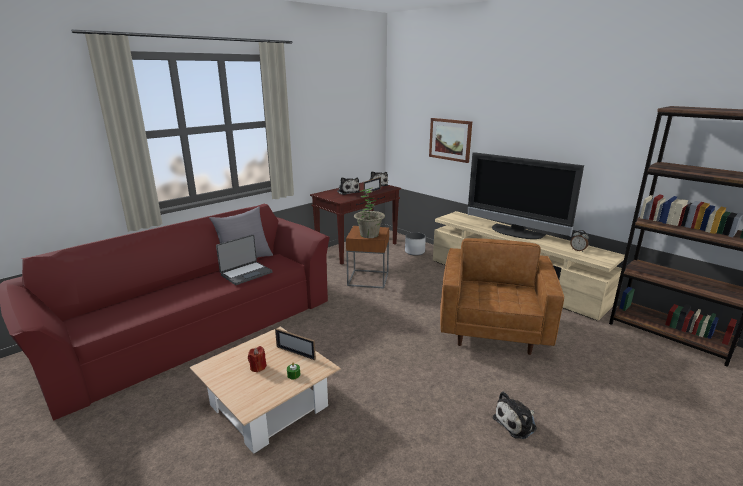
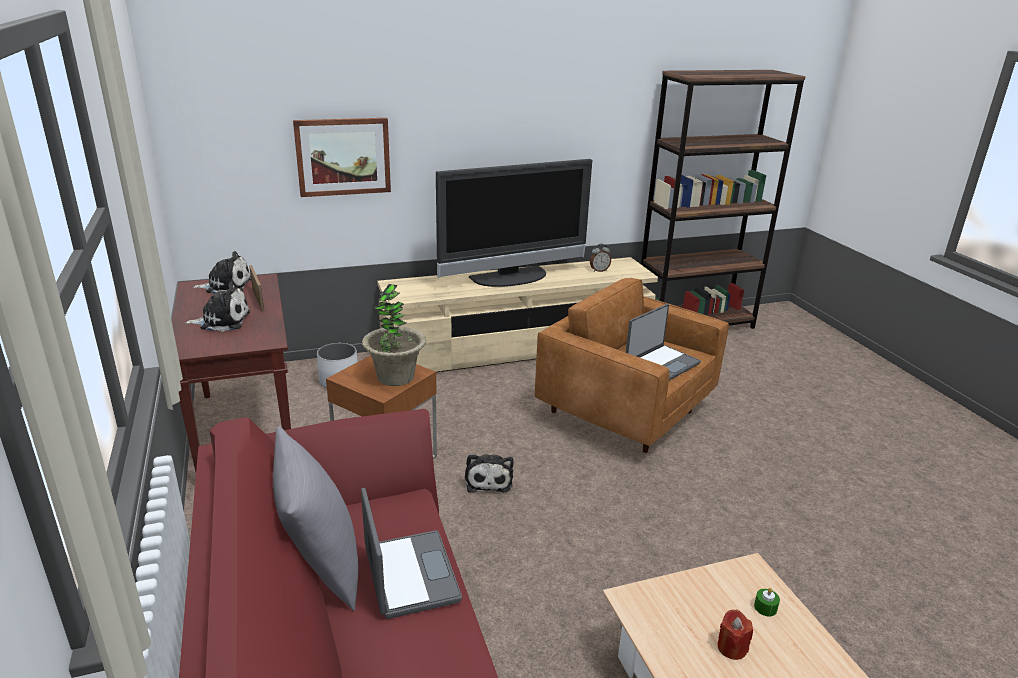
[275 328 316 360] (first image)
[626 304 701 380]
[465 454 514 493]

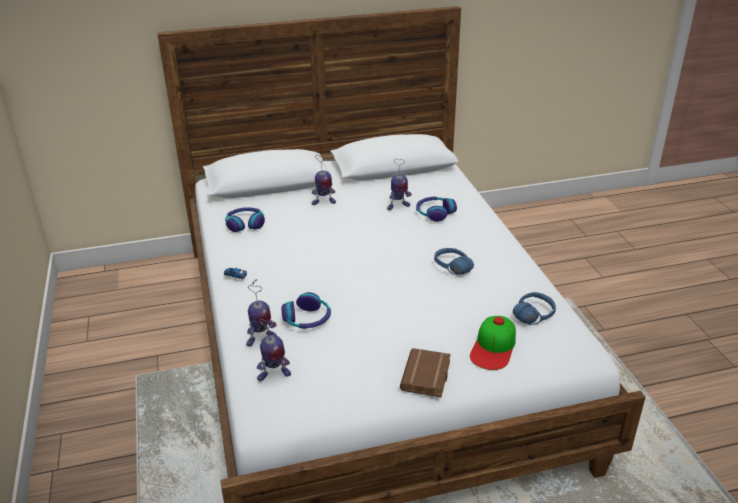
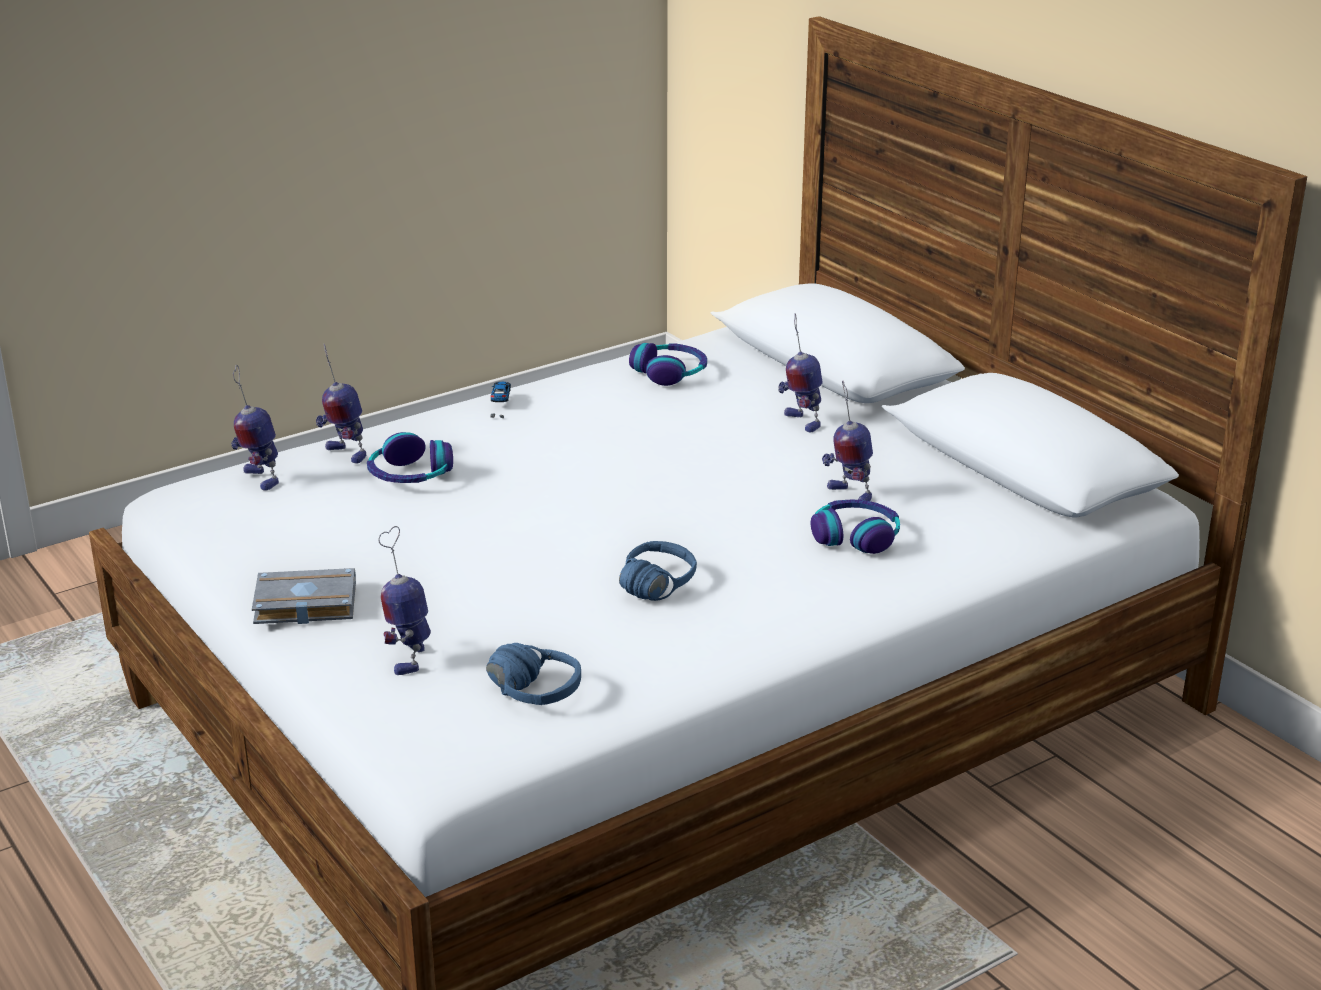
[378 526 431 675]
[252 568 356 624]

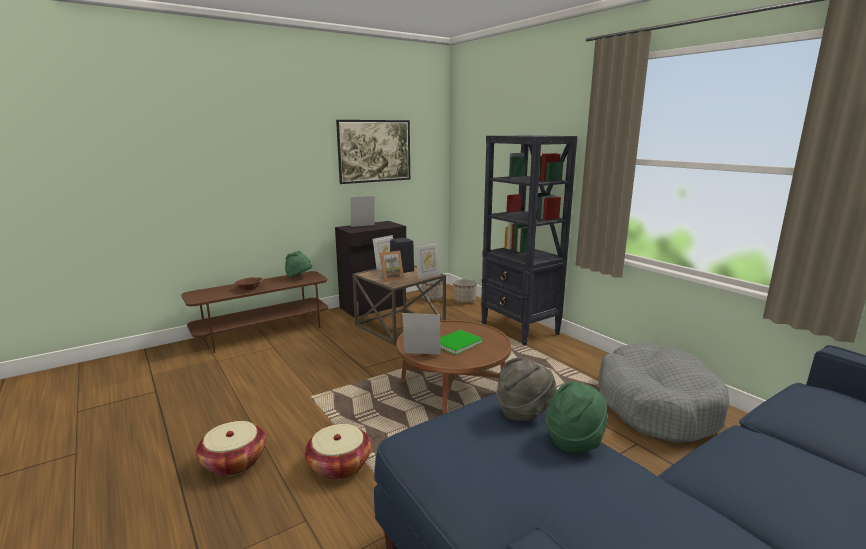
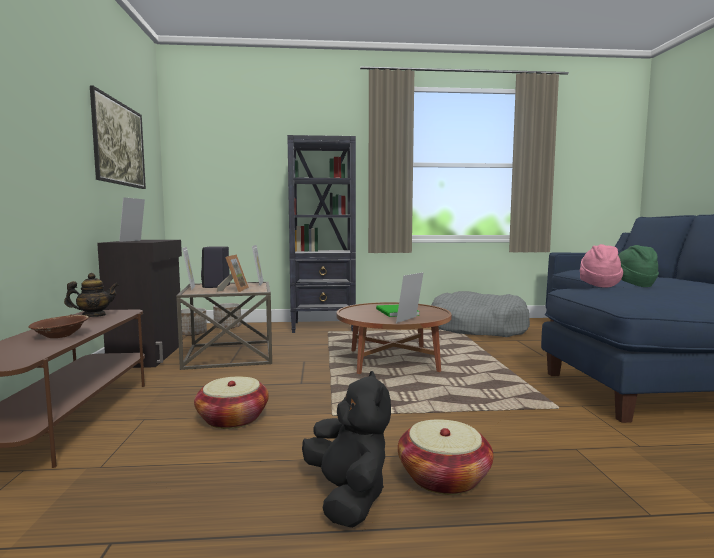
[302 371 391 528]
[194 377 269 429]
[64 273 119 317]
[580 244 623 288]

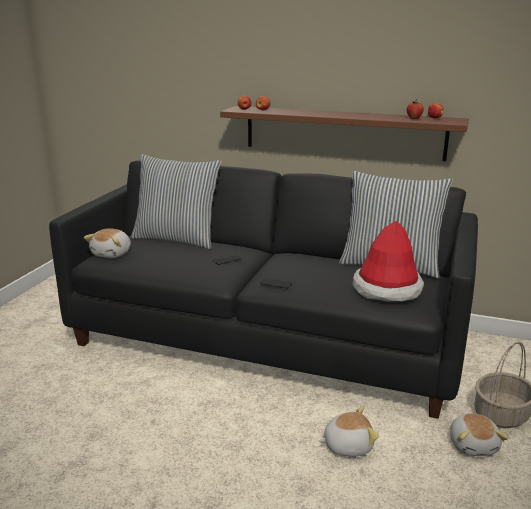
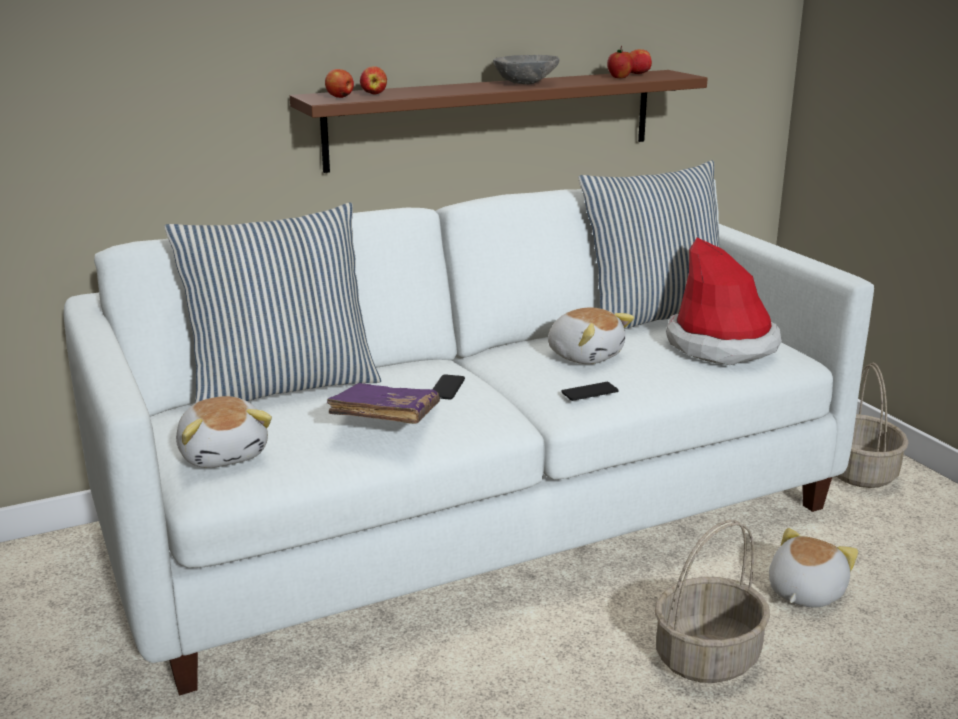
[327 383 440 424]
[493 55 560 84]
[655 520 770 683]
[548 307 634 364]
[64 179 874 696]

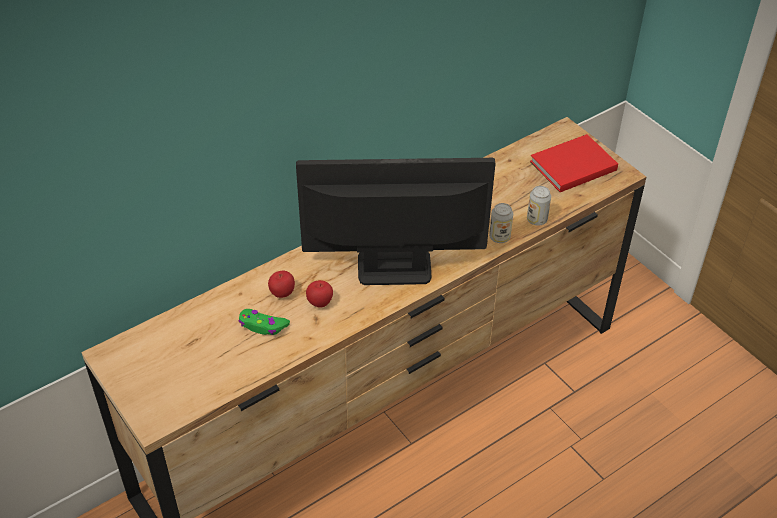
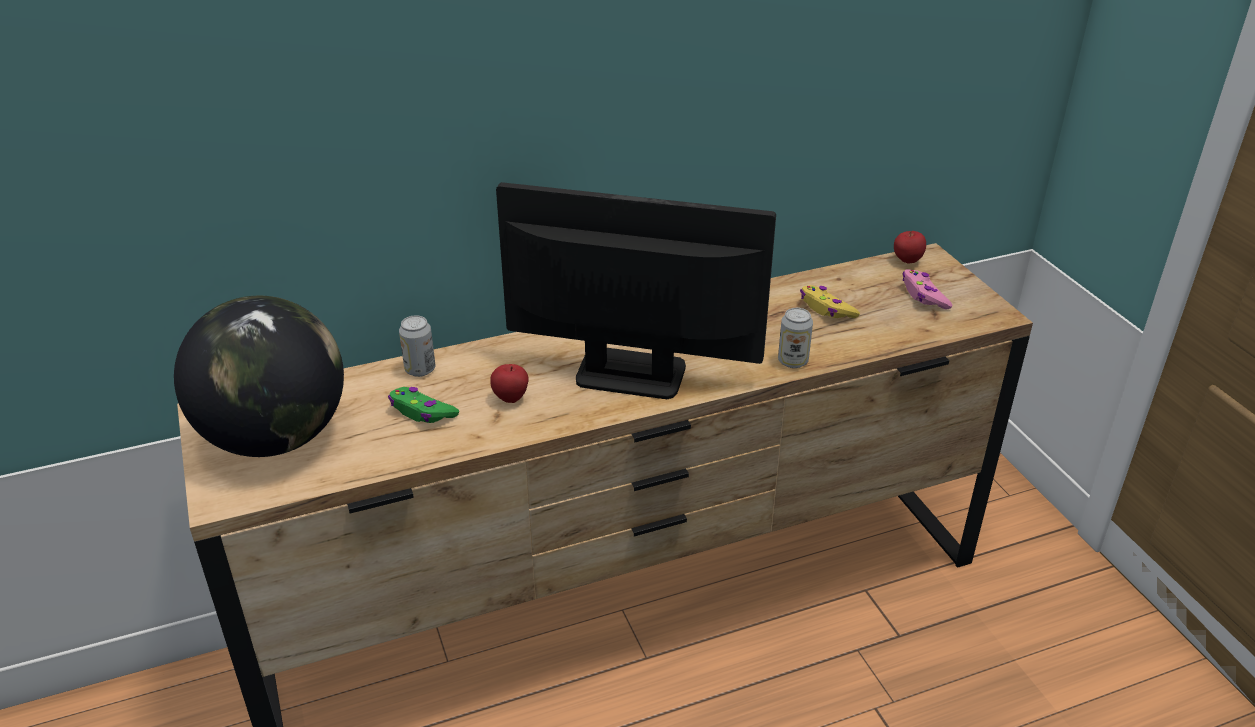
[174 296 344 457]
[800 285 860 318]
[894 231 926 264]
[399 315 435 377]
[902 269 952 310]

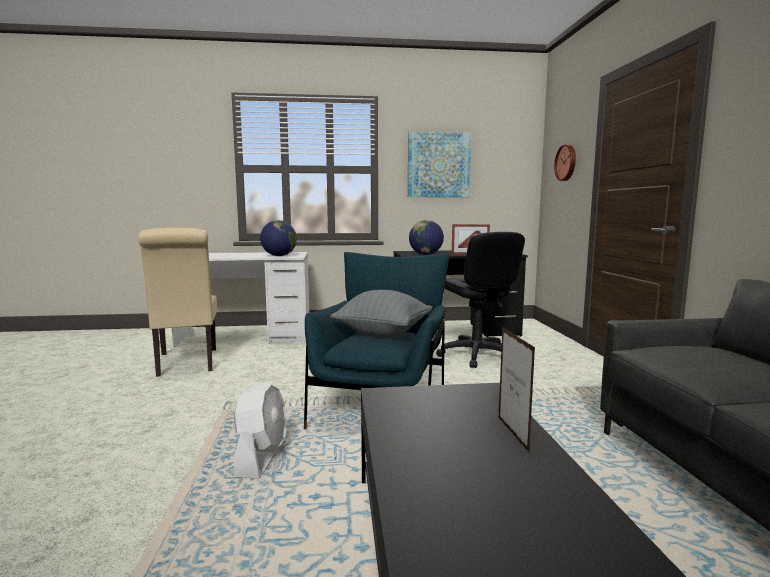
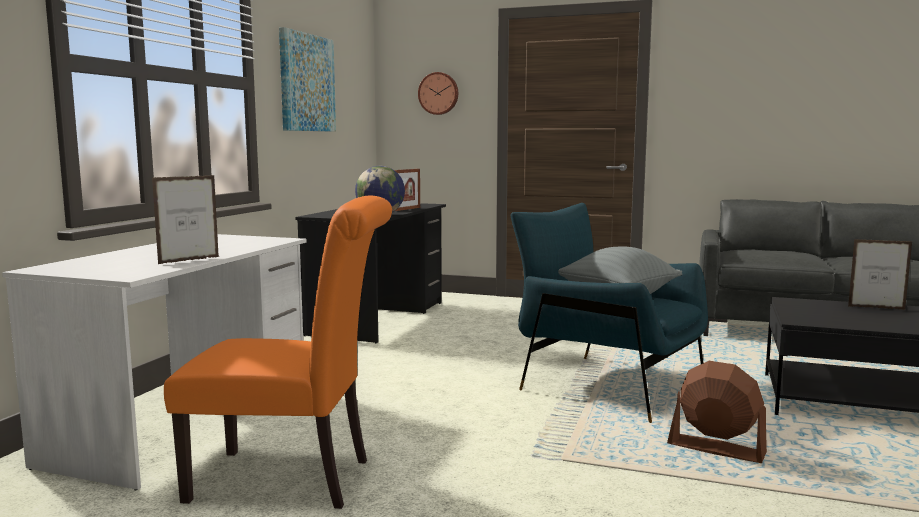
[260 220 297 256] (first image)
[436 232 525 368] (first image)
[152 175 219 264]
[164 196 392 509]
[667 361 767 463]

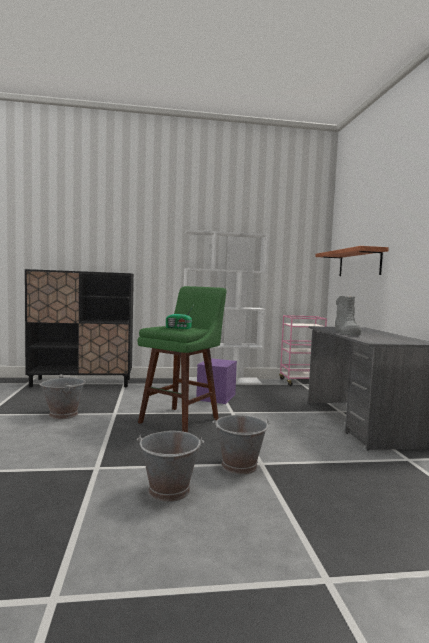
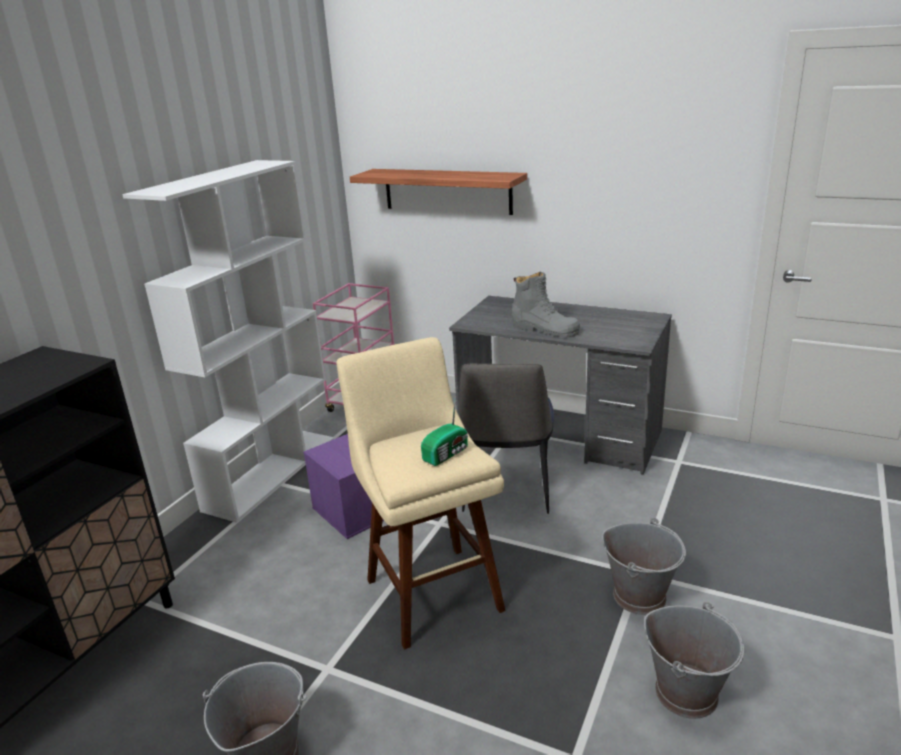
[458 363 554 514]
[336 337 506 650]

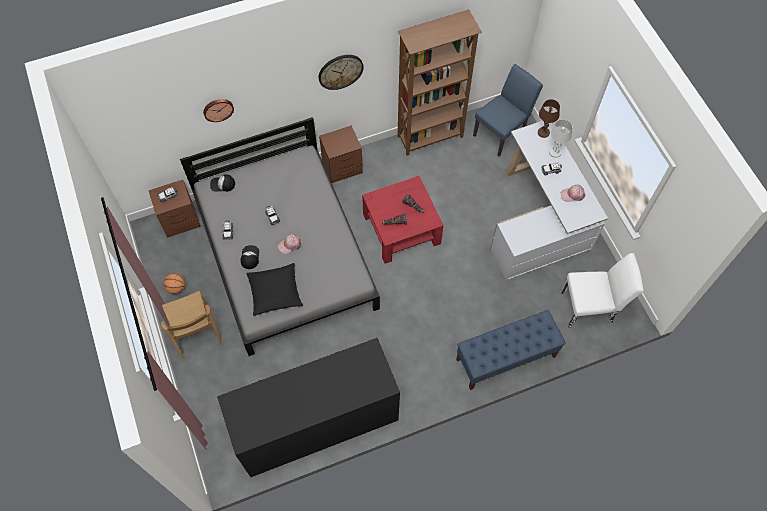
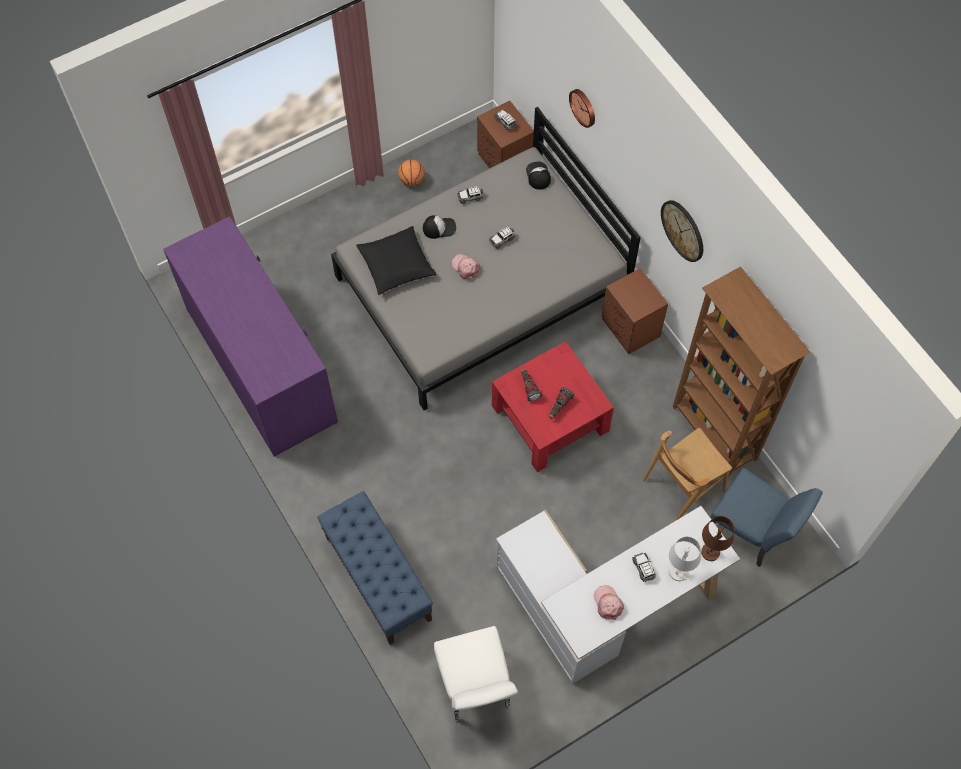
[643 428 732 521]
[163 216 338 457]

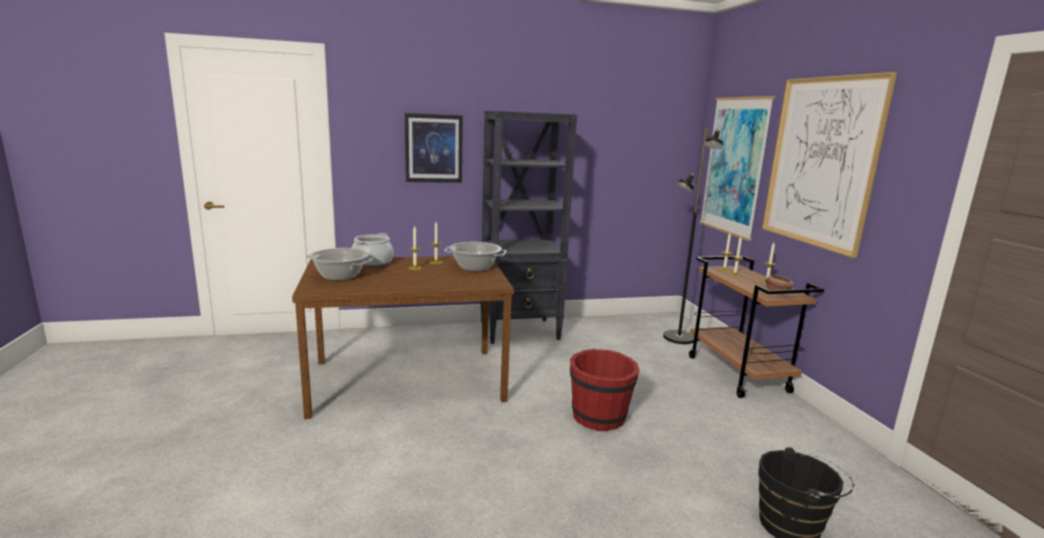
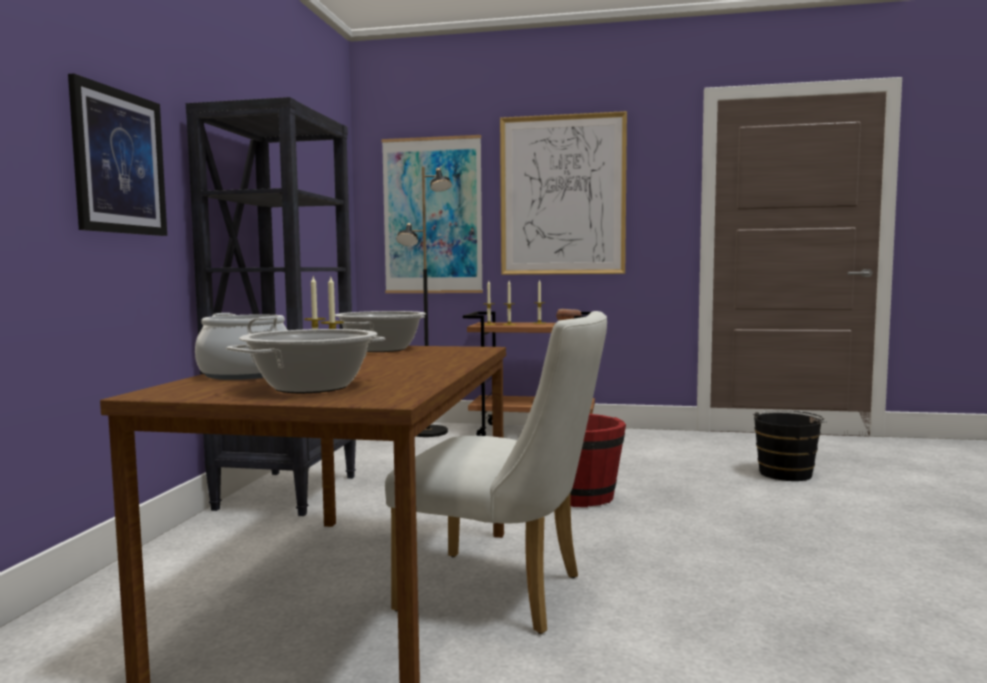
[385 311 607 634]

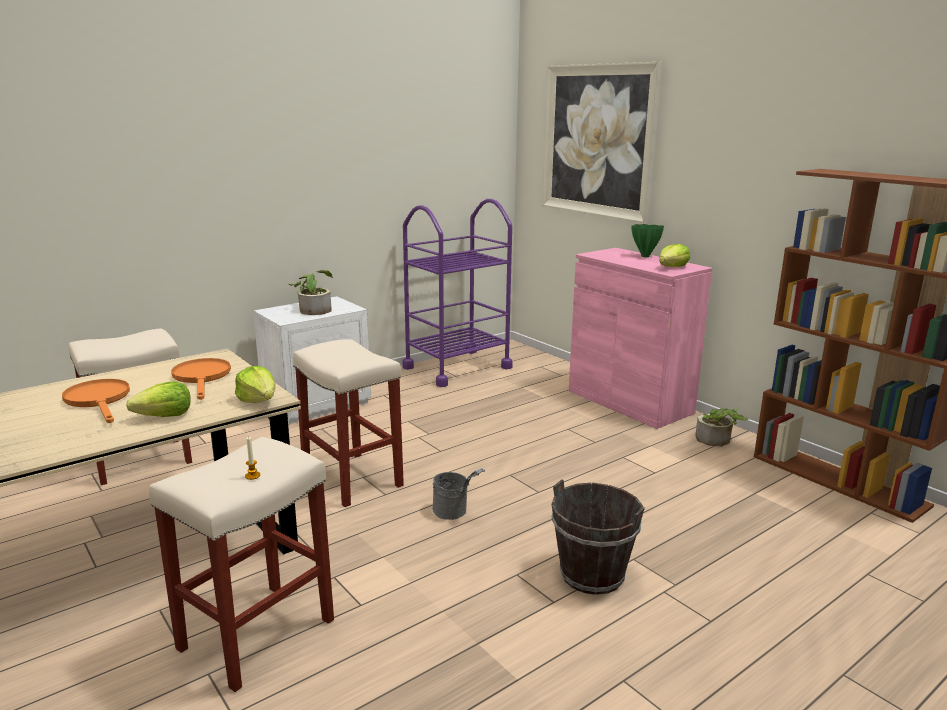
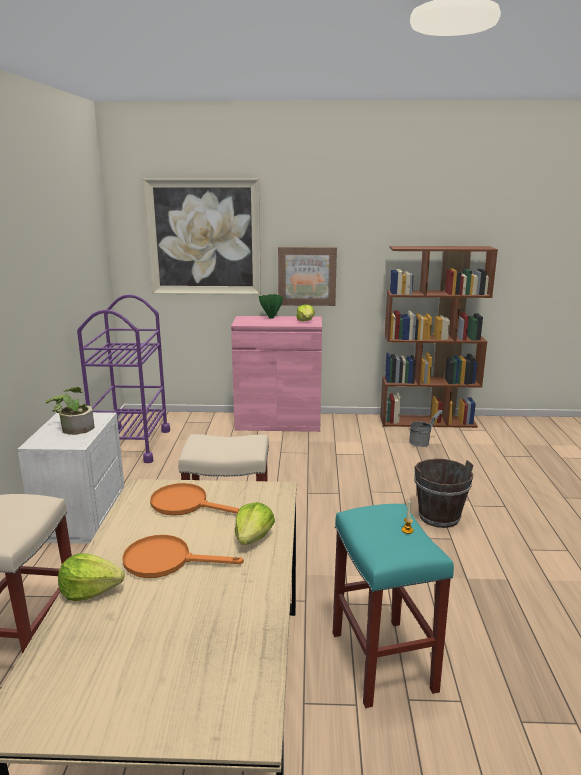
[696 408 748 446] (first image)
[278 247 337 306]
[58 553 125 601]
[409 410 443 447]
[333 504 454 708]

